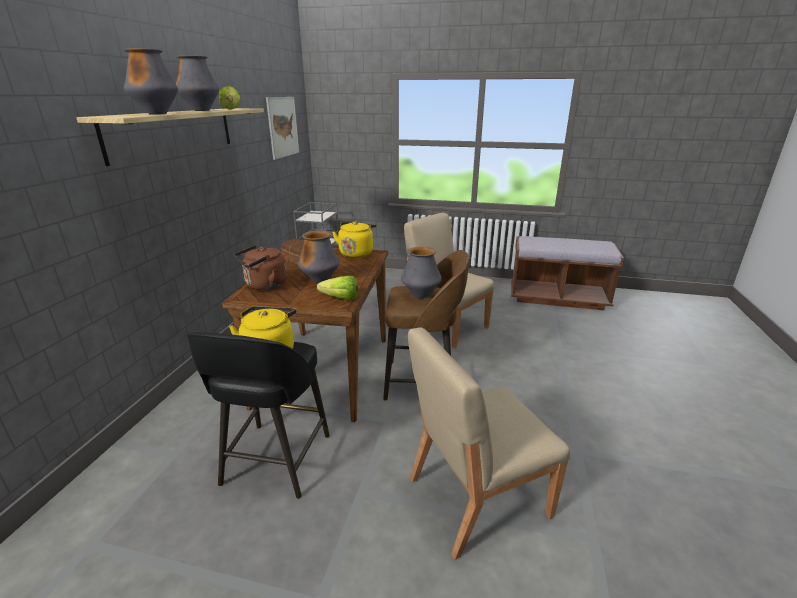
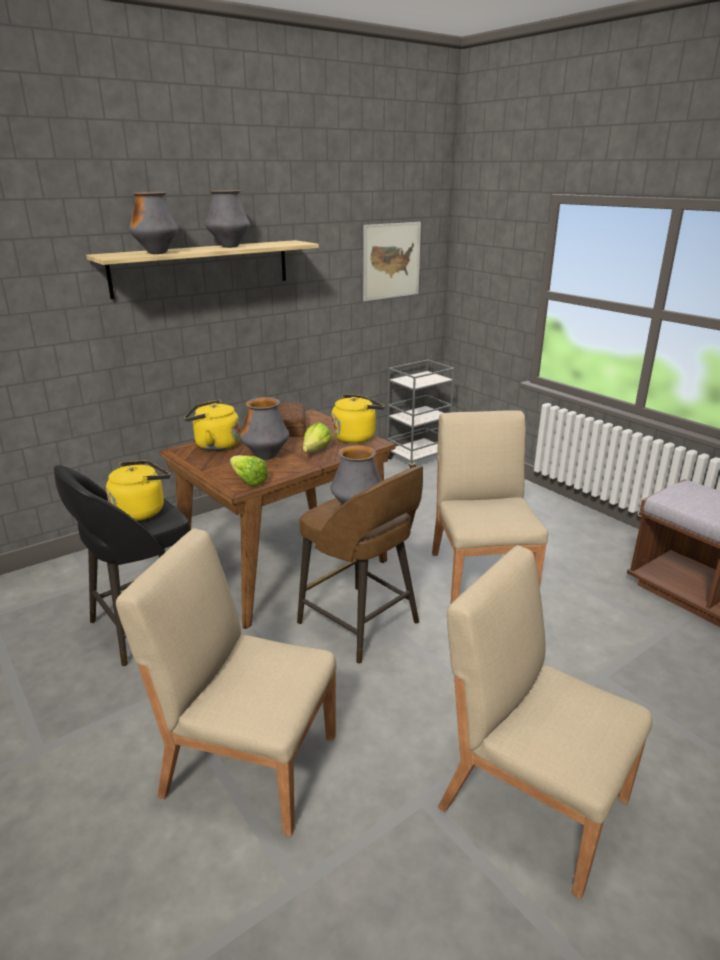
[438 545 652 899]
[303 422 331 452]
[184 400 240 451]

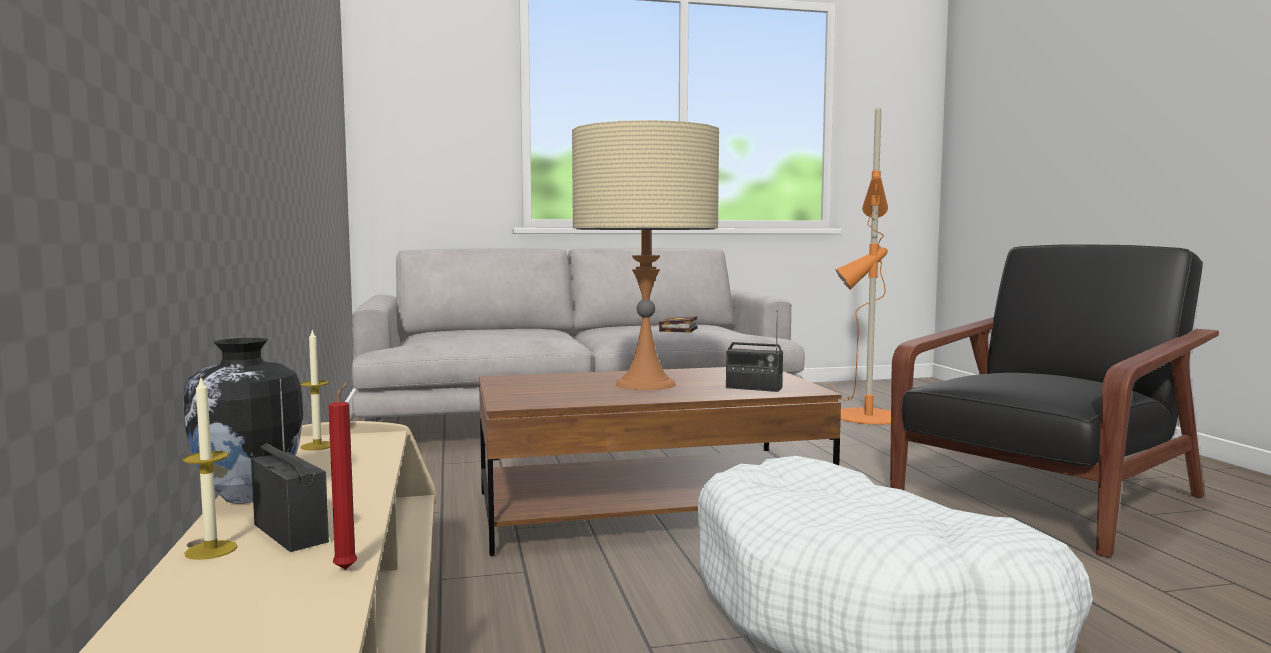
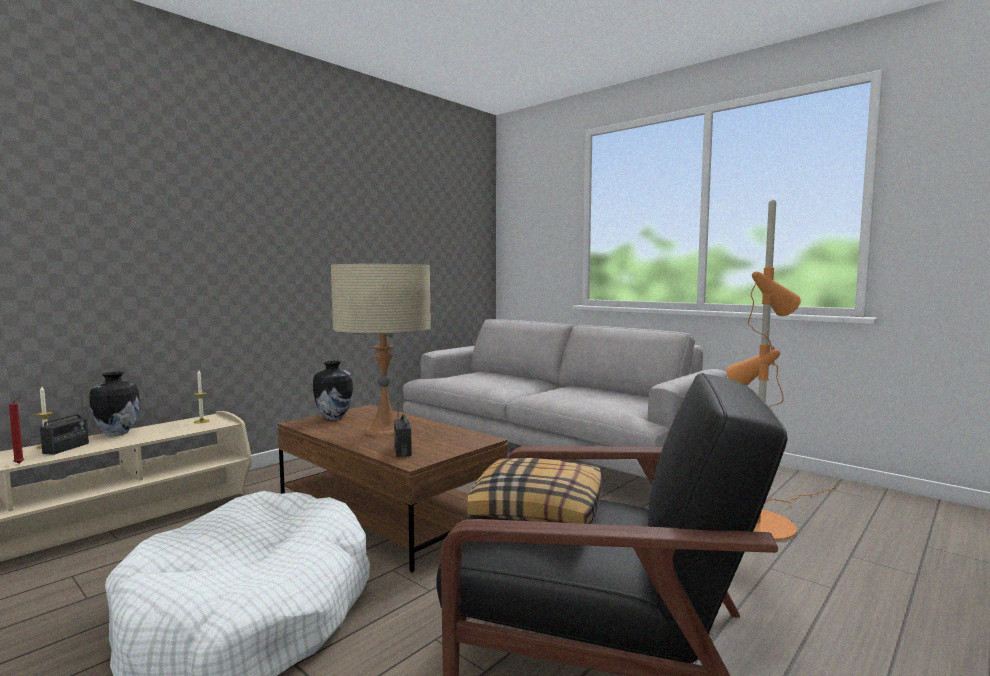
[659 316 697 333] (first image)
[313 361 353 420]
[467 458 602 524]

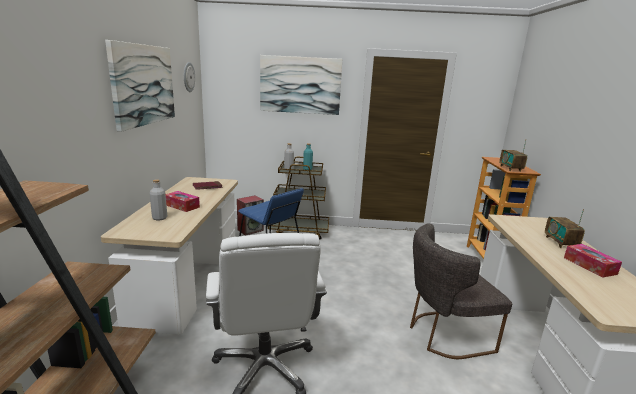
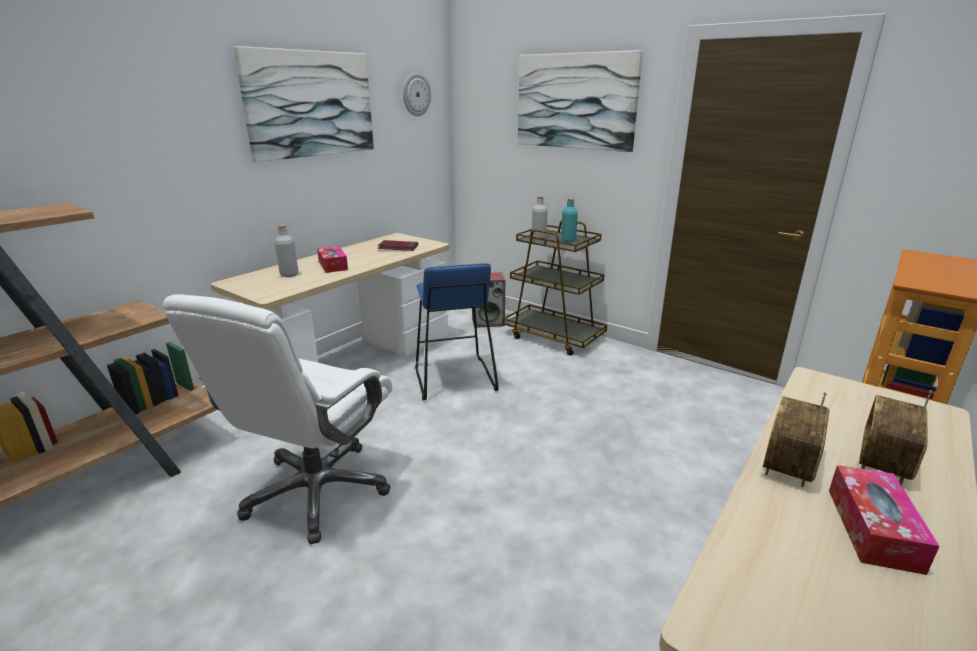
[410 223 513 359] (first image)
[763 392 829 487]

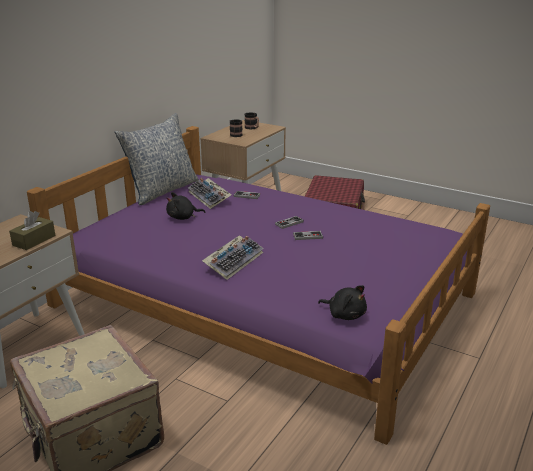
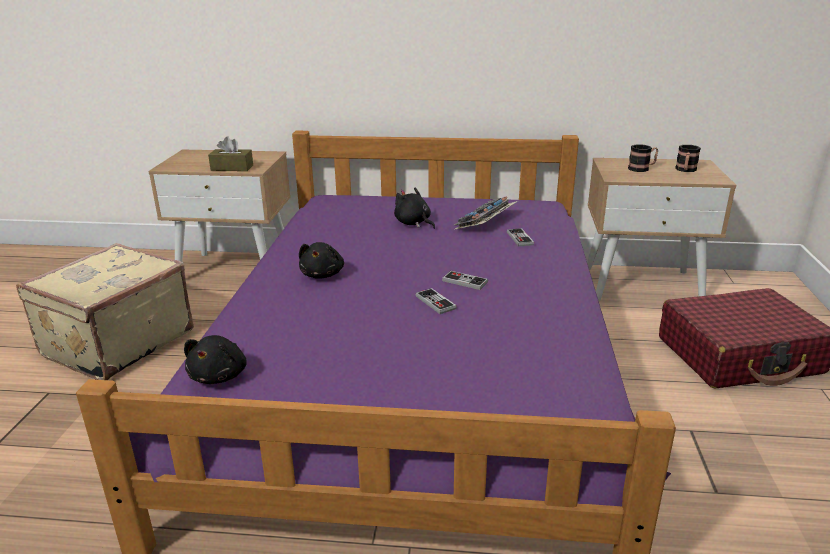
[114 113 199 205] (first image)
[299 242 344 279]

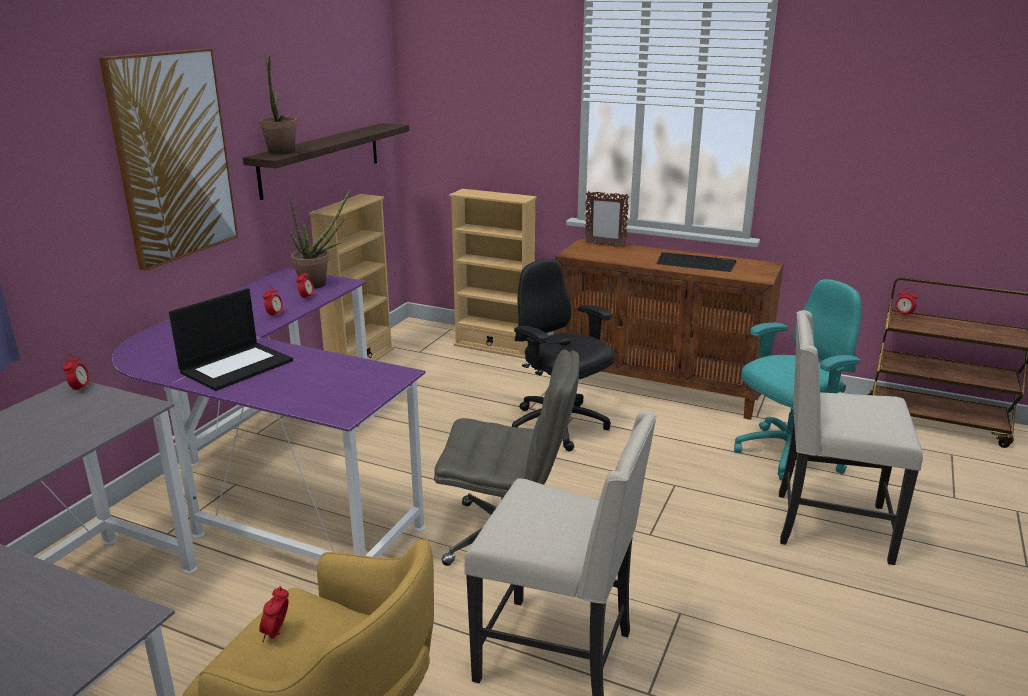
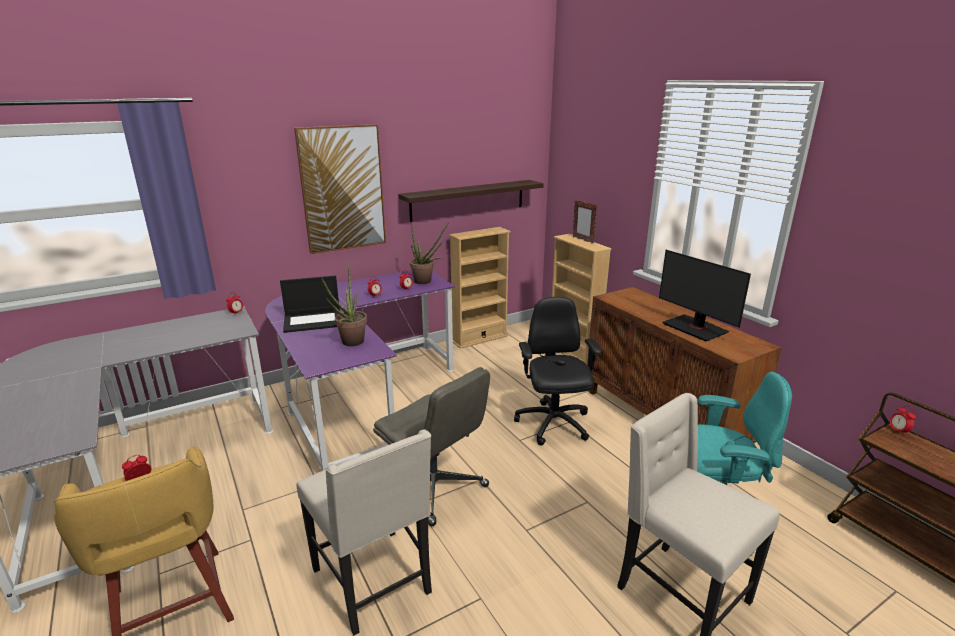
[321 263 367 346]
[573 200 597 243]
[659 250 751 341]

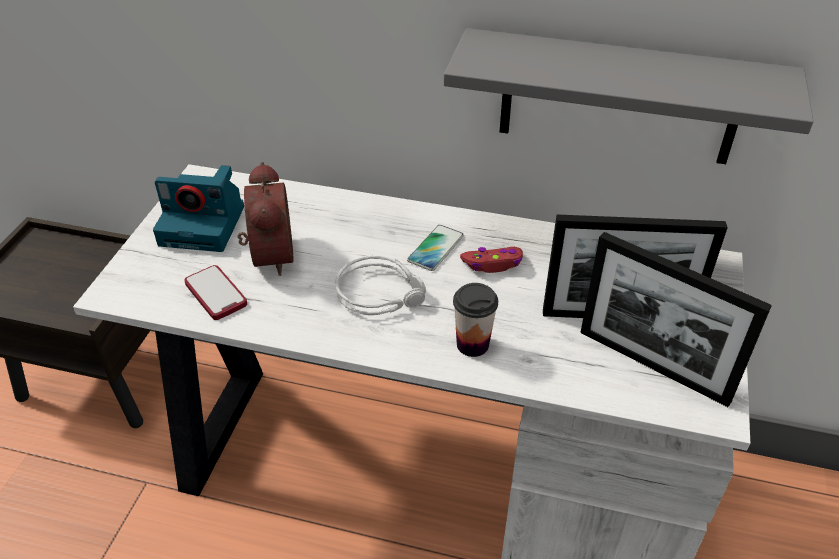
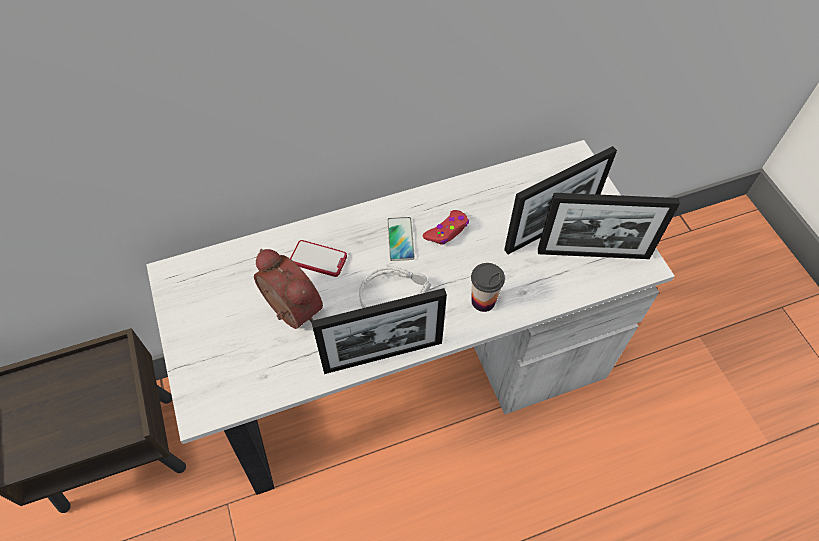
[153 165 244 252] (first image)
[444 28 814 164] (first image)
[311 288 447 374]
[290 240 347 277]

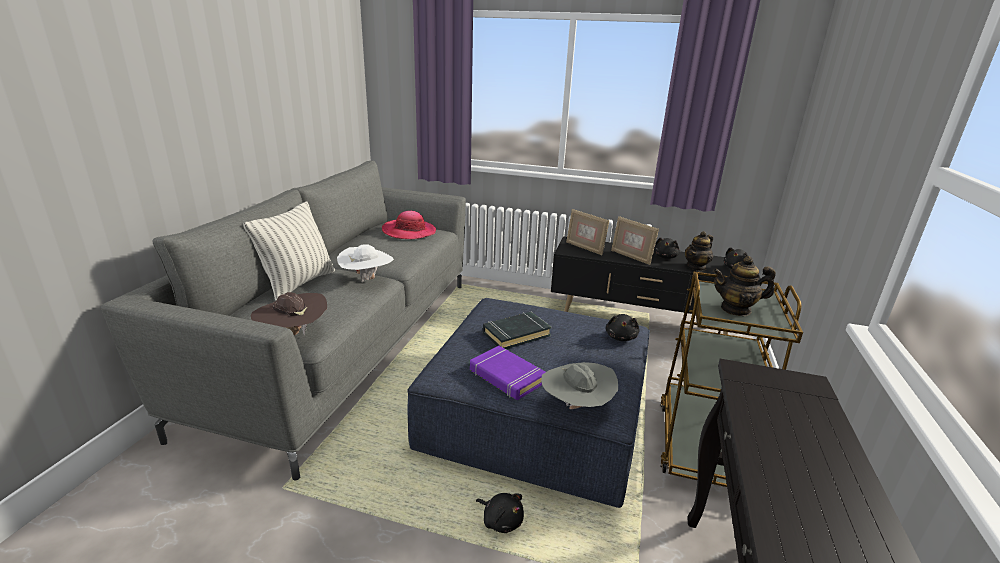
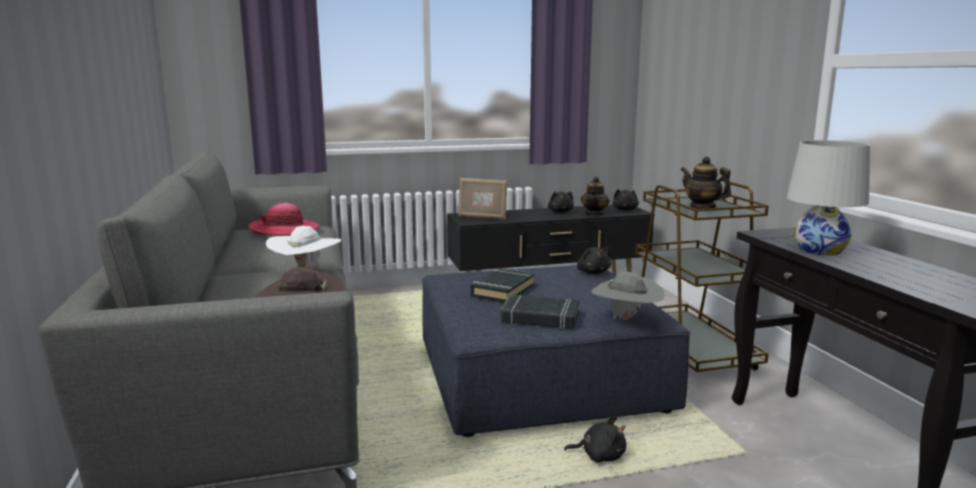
[243 202 335 300] (first image)
[611 216 659 265] (first image)
[787 140 870 255]
[501 295 579 329]
[681 156 731 209]

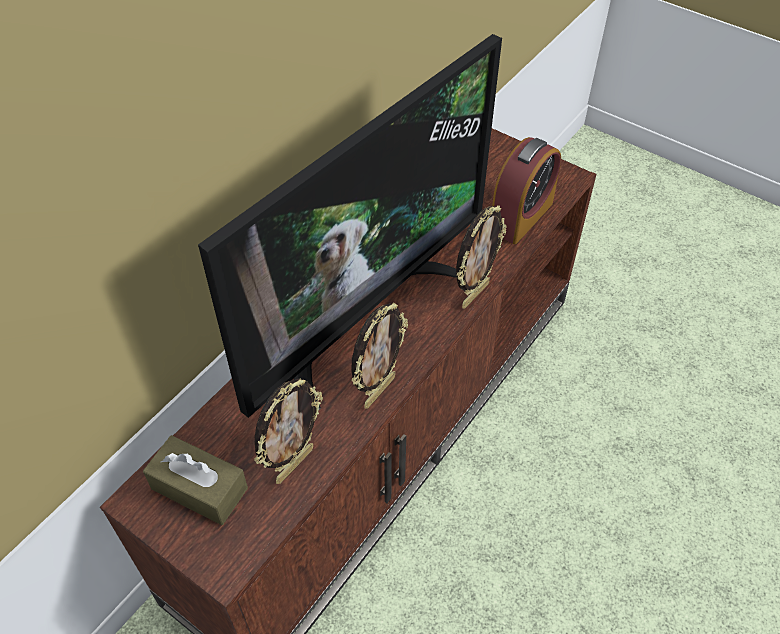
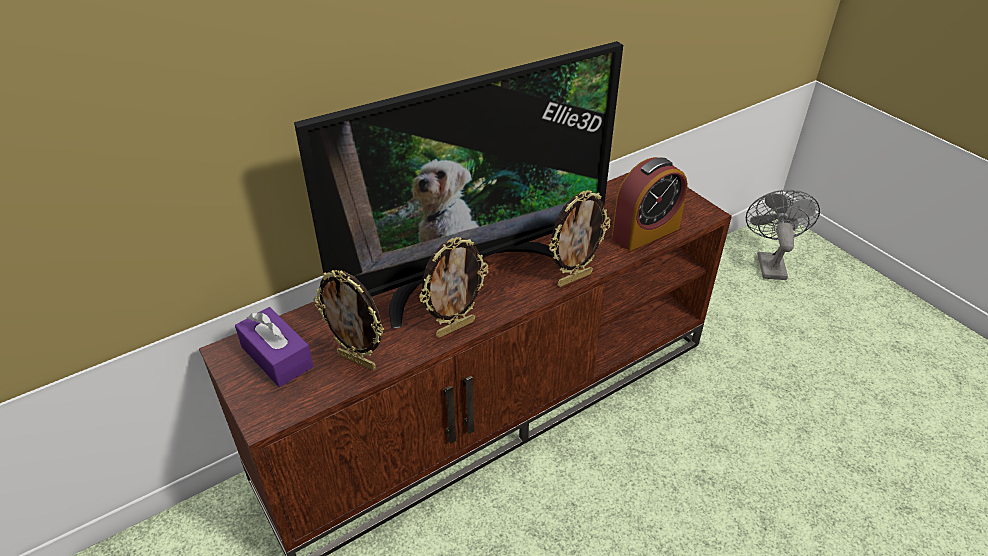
[746 190 820 280]
[235 307 314 387]
[313 270 384 370]

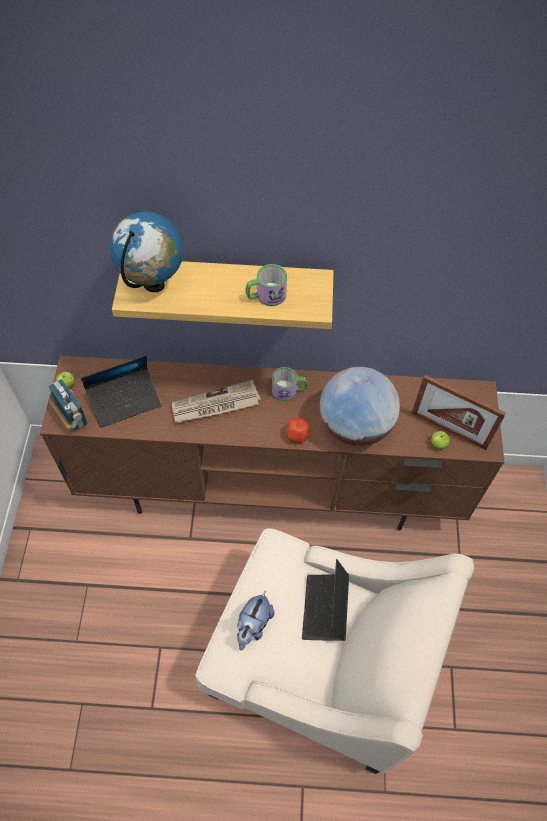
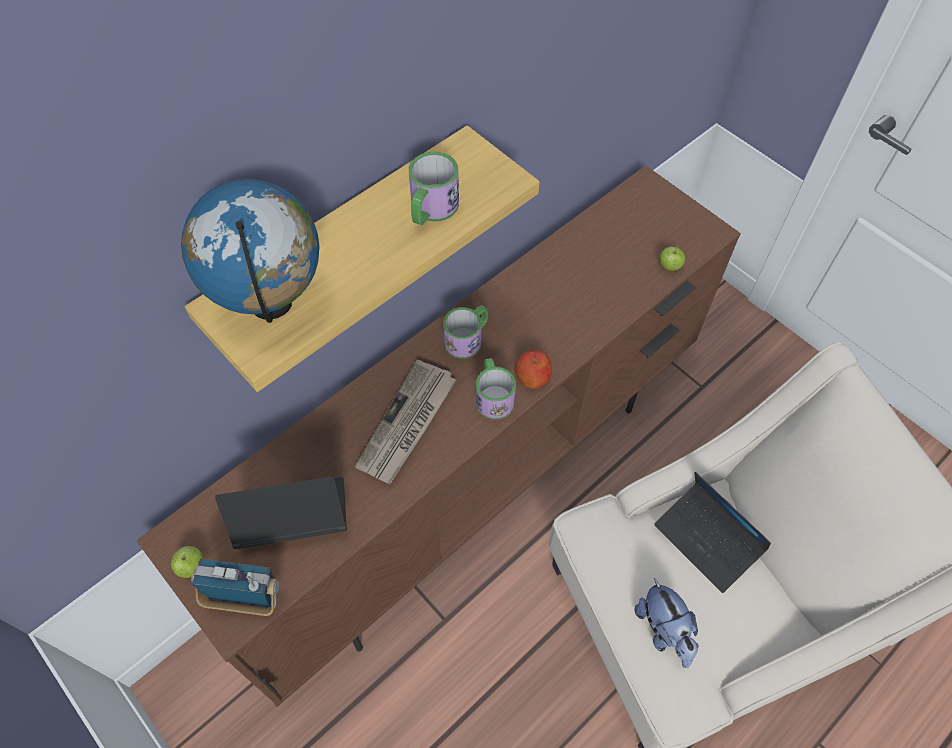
[320 367 400 446] (first image)
[411 375 506 450] (first image)
[476 358 516 420]
[215 477 347 549]

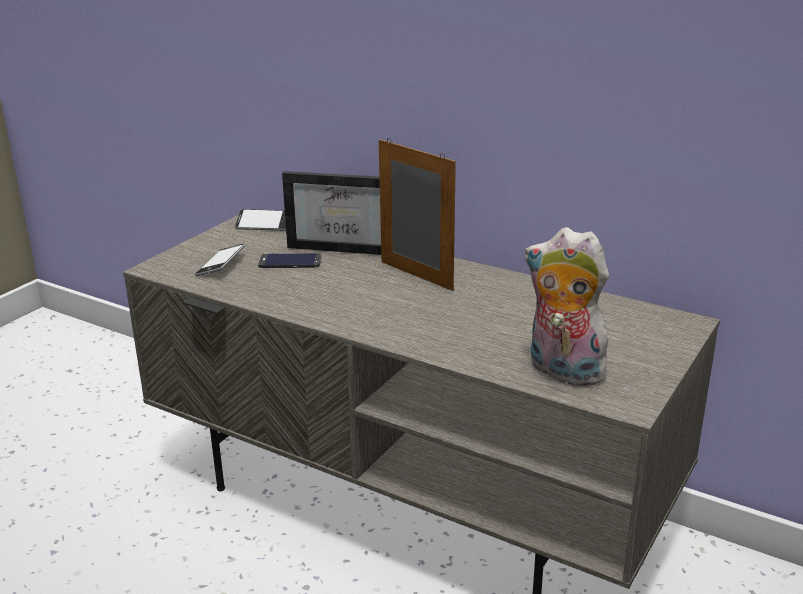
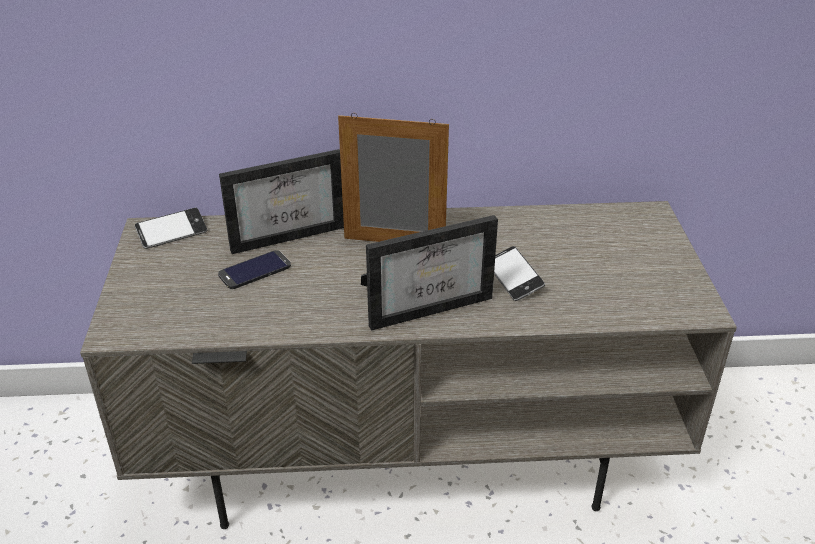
[524 227 613 387] (first image)
[361 215 498 331]
[494 246 545 301]

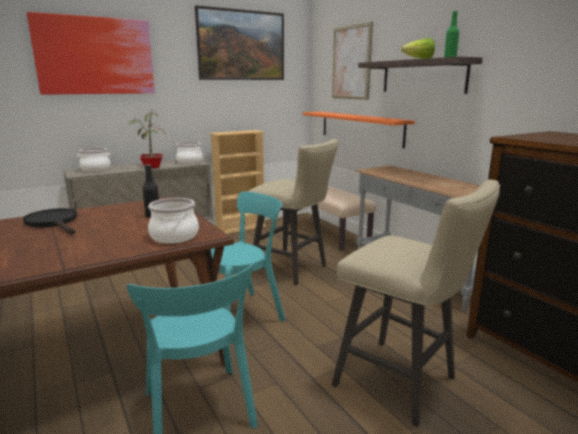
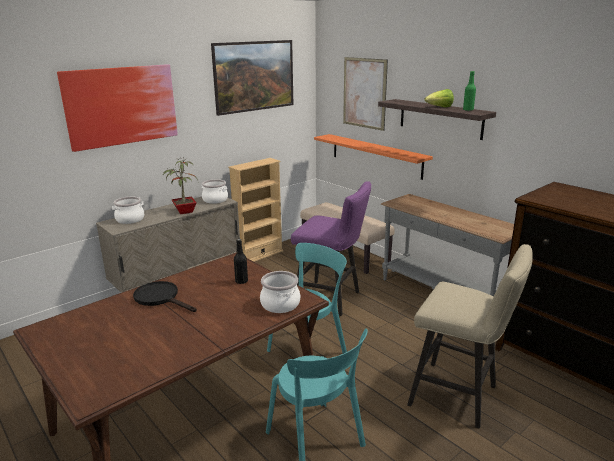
[291 181 371 316]

